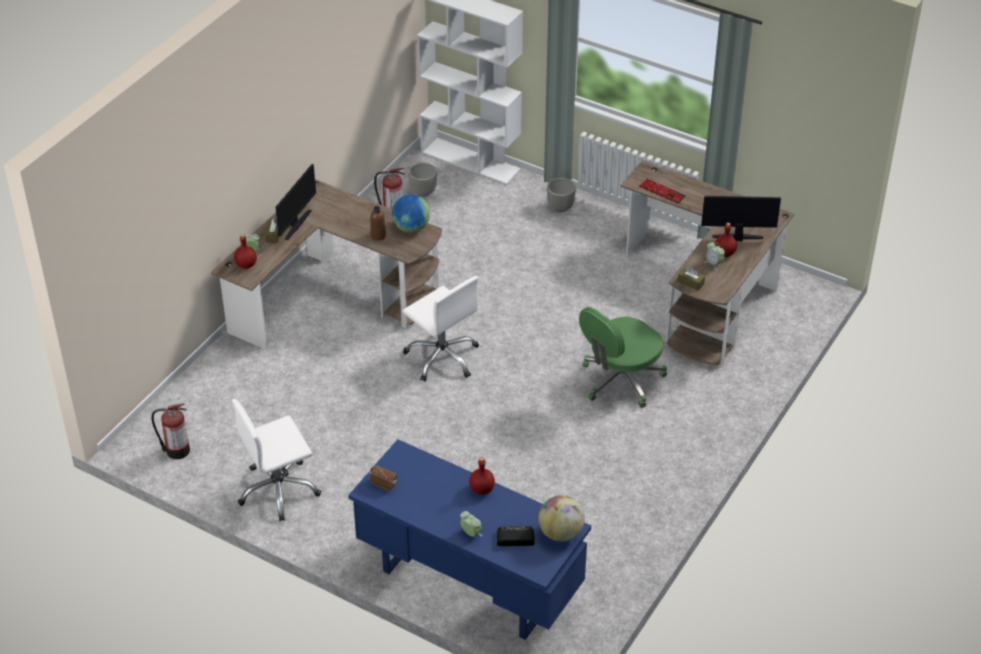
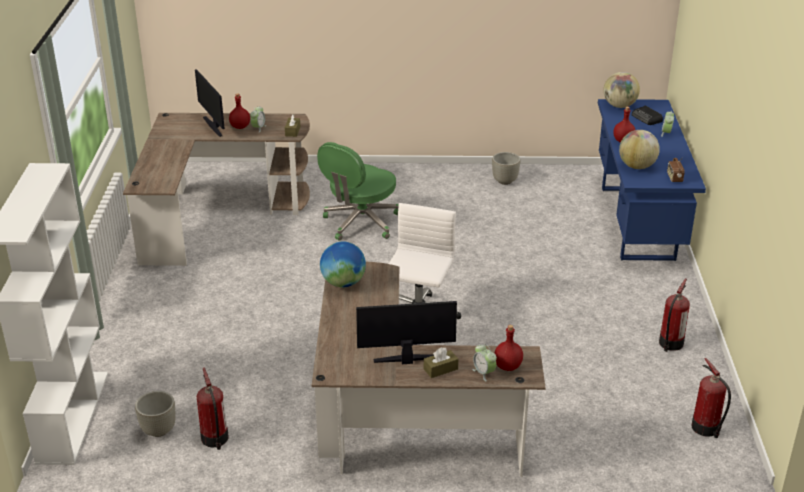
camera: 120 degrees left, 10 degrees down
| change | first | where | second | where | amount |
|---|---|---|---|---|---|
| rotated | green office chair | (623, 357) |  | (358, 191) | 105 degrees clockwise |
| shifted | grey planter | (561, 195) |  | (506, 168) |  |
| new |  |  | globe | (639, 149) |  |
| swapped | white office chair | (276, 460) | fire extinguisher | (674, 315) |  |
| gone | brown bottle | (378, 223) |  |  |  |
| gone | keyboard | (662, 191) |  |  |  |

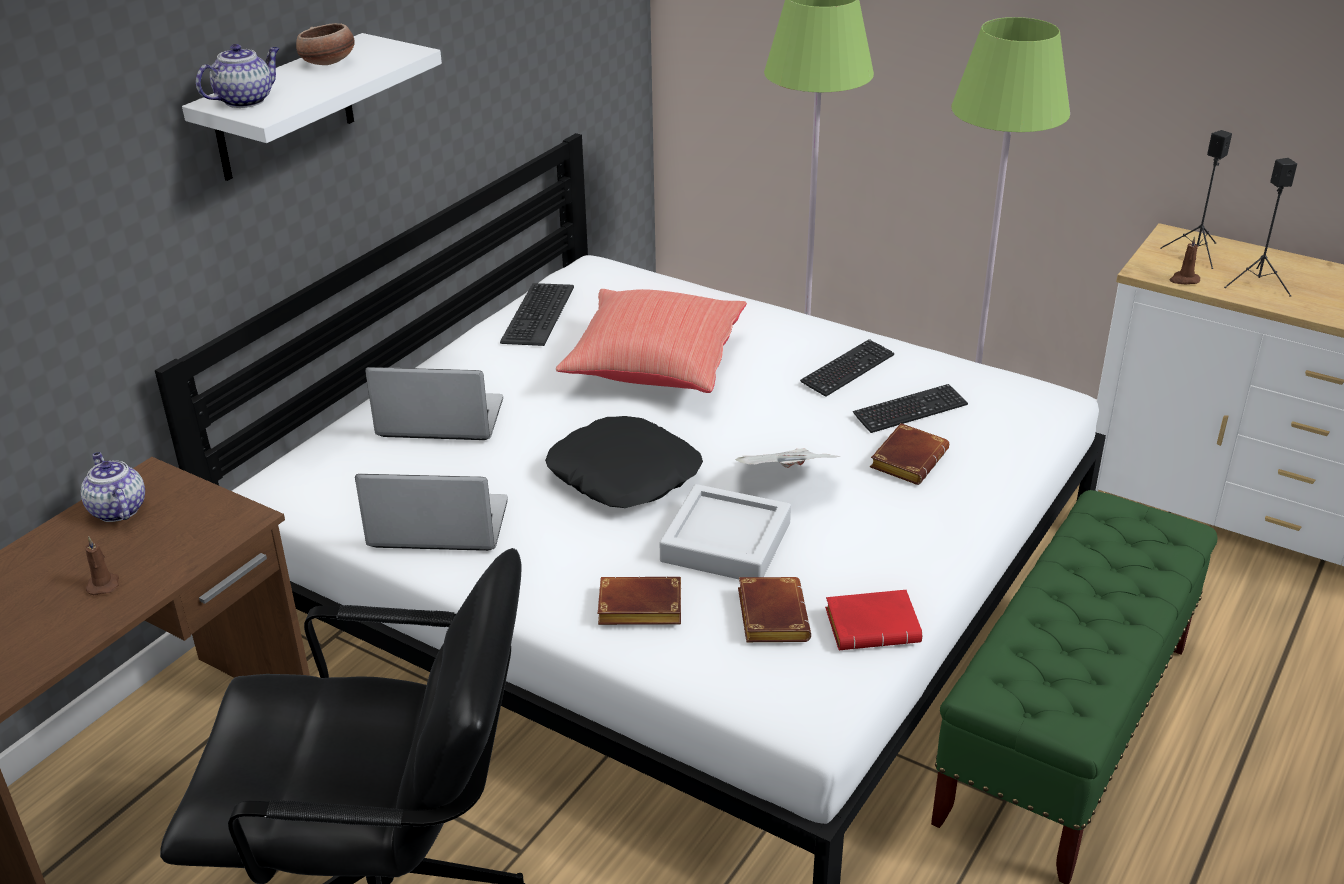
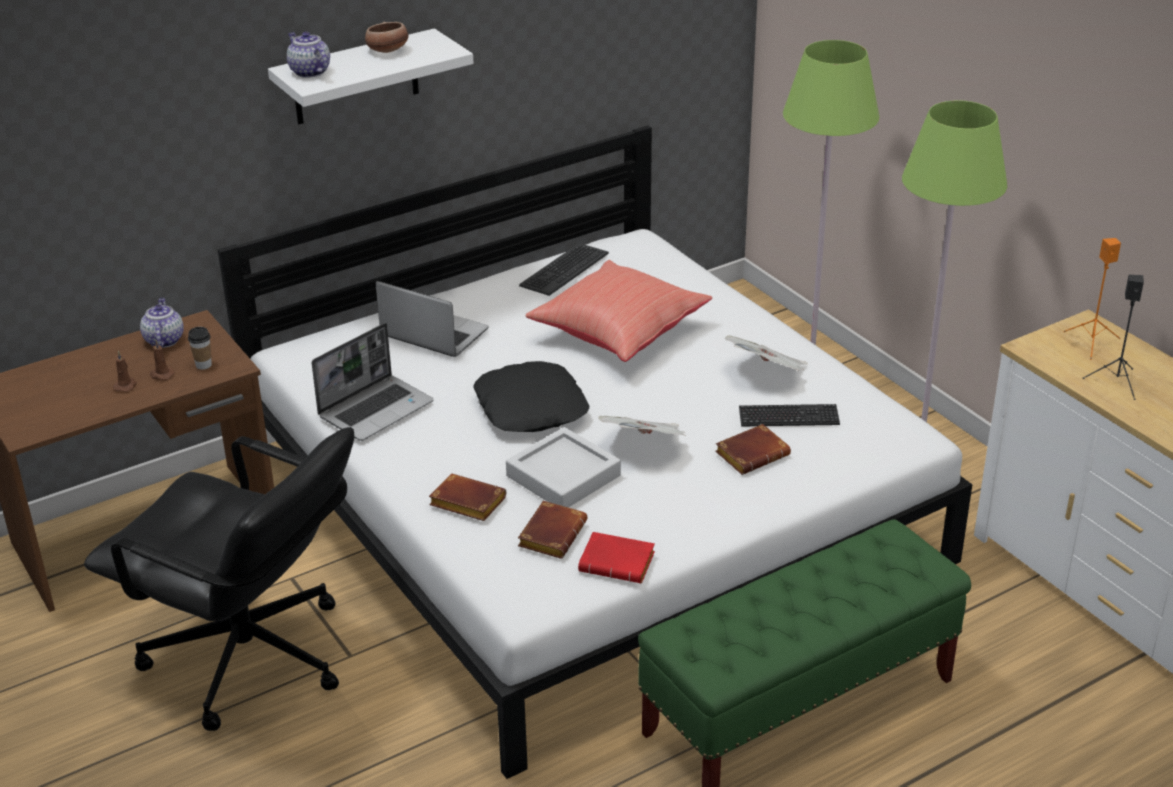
camera: 25 degrees right, 0 degrees up
| change | first | where | second | where | amount |
|---|---|---|---|---|---|
| shifted | brown candle | (1184, 260) |  | (162, 360) |  |
| new |  |  | cup | (200, 348) |  |
| rotated | teapot | (238, 76) |  | (308, 55) | 105 degrees counterclockwise |
| rotated | laptop | (431, 512) |  | (373, 382) | 105 degrees clockwise |
| swapped | keyboard | (847, 368) | newspaper | (766, 353) |  |
| repainted | black speaker | (1196, 199) | orange speaker | (1092, 299) |  |

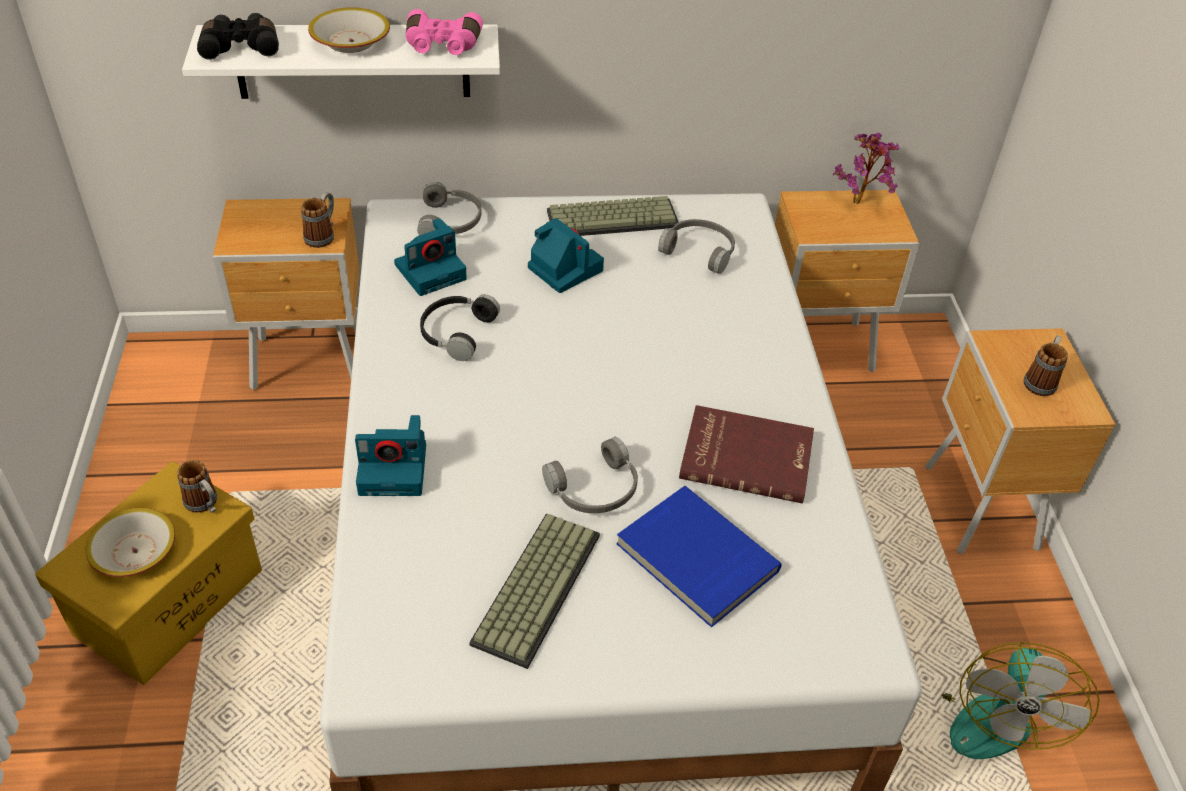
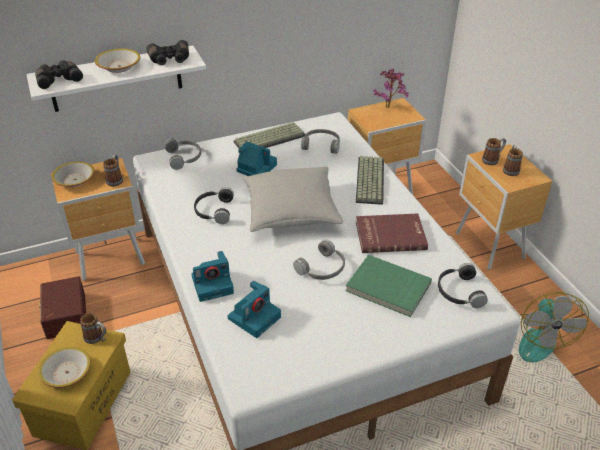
camera: 15 degrees left, 5 degrees down
| change | first | where | second | where | amount |
|---|---|---|---|---|---|
| new |  |  | brown storage box | (62, 307) |  |
| new |  |  | bowl | (73, 174) |  |
| repainted | pink binoculars | (444, 32) | black binoculars | (168, 52) |  |
| shifted | photo camera | (430, 257) |  | (254, 309) |  |
| new |  |  | grey pillow | (293, 199) |  |
| repainted | blue book | (699, 556) | green book | (389, 286) |  |
| shifted | keyboard | (534, 591) |  | (370, 180) |  |
| new |  |  | black headphones | (463, 285) |  |
| new |  |  | mug | (494, 151) |  |

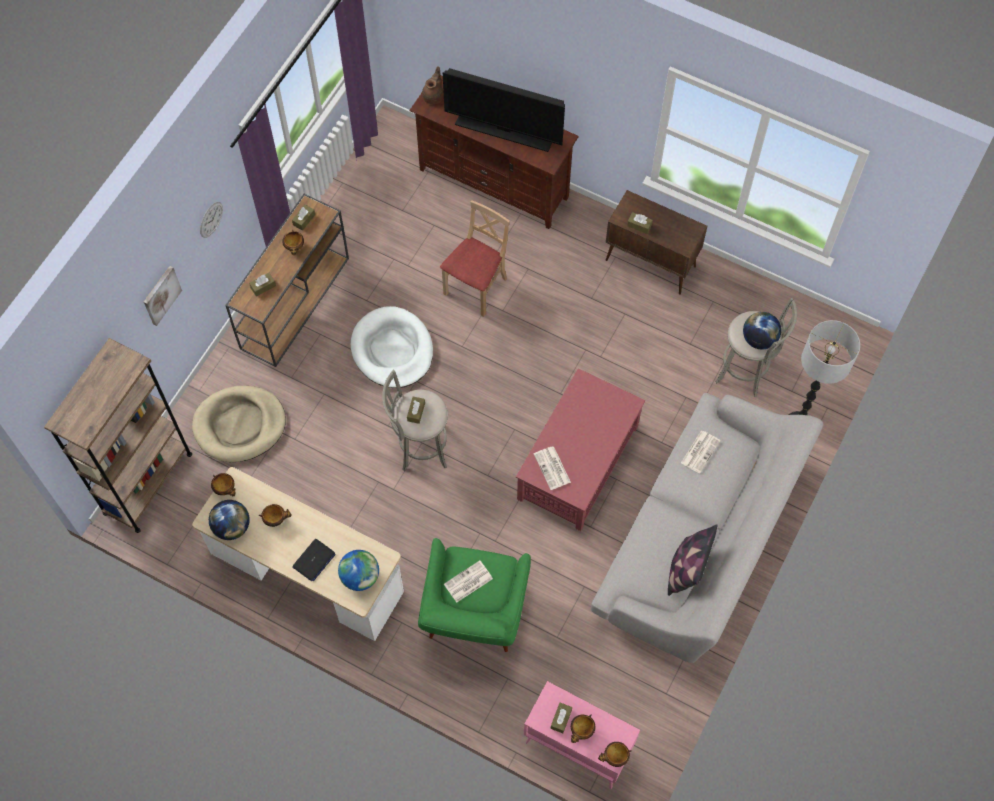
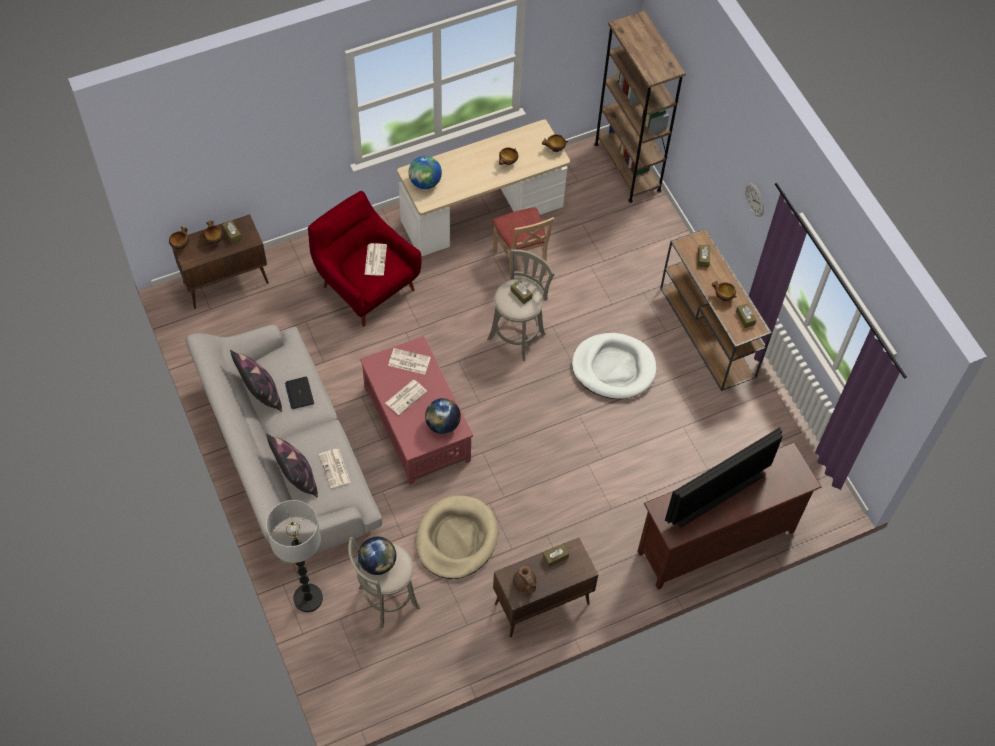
camera: 125 degrees right, 5 degrees down
| change | first | where | second | where | amount |
|---|---|---|---|---|---|
| repainted | pink cabinet | (582, 735) | brown cabinet | (220, 261) |  |
| new |  |  | pillow | (292, 465) |  |
| shifted | laptop | (314, 560) |  | (299, 393) |  |
| repainted | green armchair | (474, 595) | red armchair | (365, 259) |  |
| new |  |  | newspaper | (406, 397) |  |
| shifted | beige dog bed | (239, 424) |  | (457, 537) |  |
| shifted | globe | (229, 520) |  | (443, 416) |  |
| shifted | beige chair | (475, 259) |  | (523, 242) |  |
| shifted | brown teapot | (433, 85) |  | (524, 579) |  |
| gone | picture | (163, 296) |  |  |  |

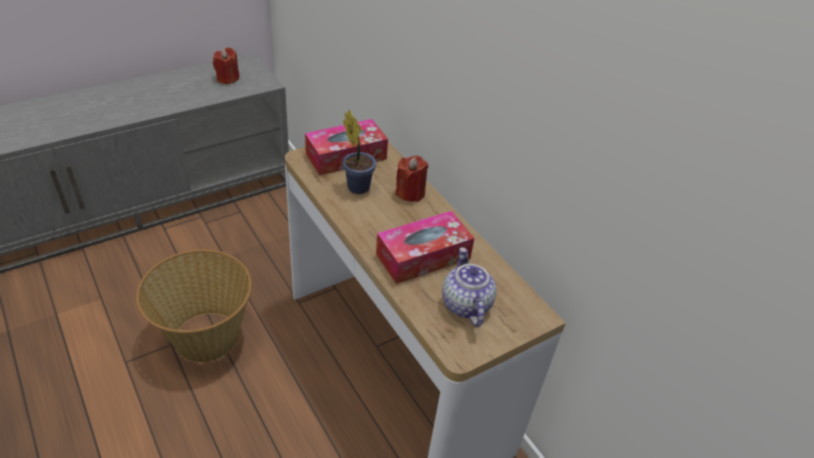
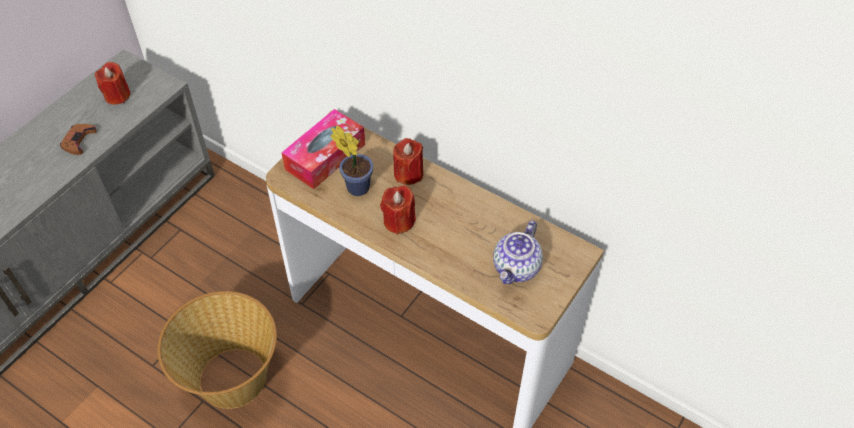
camera: 20 degrees left, 10 degrees up
| change | first | where | second | where | amount |
|---|---|---|---|---|---|
| new |  |  | brown game controller | (78, 139) |  |
| new |  |  | red candle | (398, 210) |  |
| rotated | teapot | (469, 287) |  | (518, 252) | 120 degrees counterclockwise |
| gone | tissue box | (425, 247) |  |  |  |

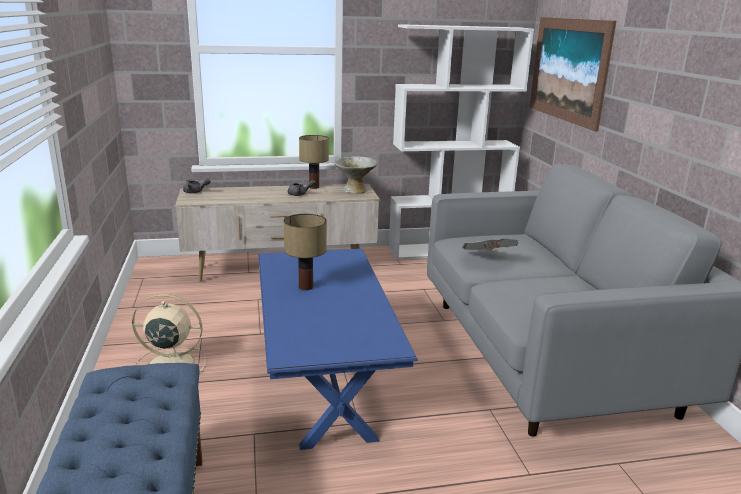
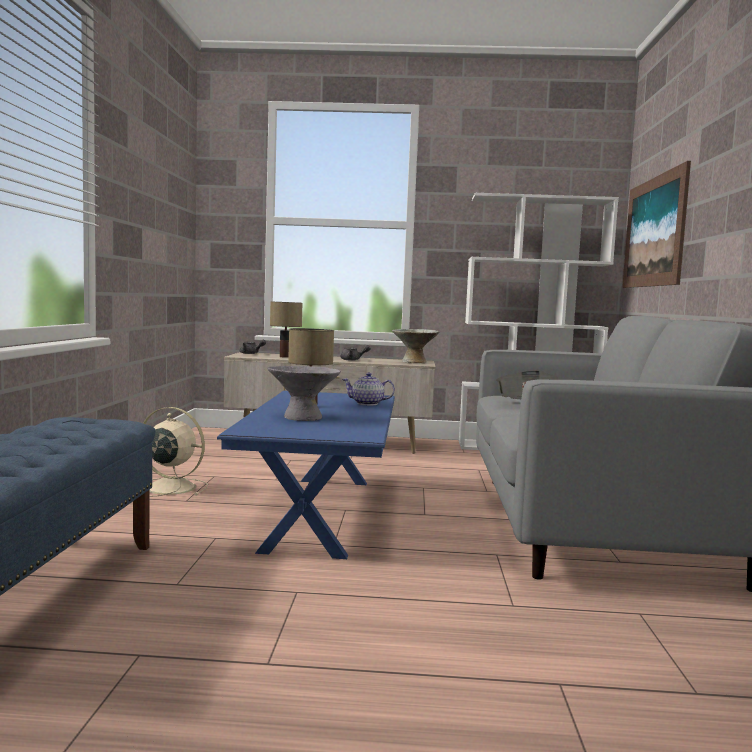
camera: 15 degrees right, 15 degrees down
| change | first | where | second | where | amount |
|---|---|---|---|---|---|
| new |  |  | grey bowl | (304, 393) |  |
| shifted | table lamp | (314, 162) |  | (286, 330) |  |
| new |  |  | teapot | (368, 389) |  |

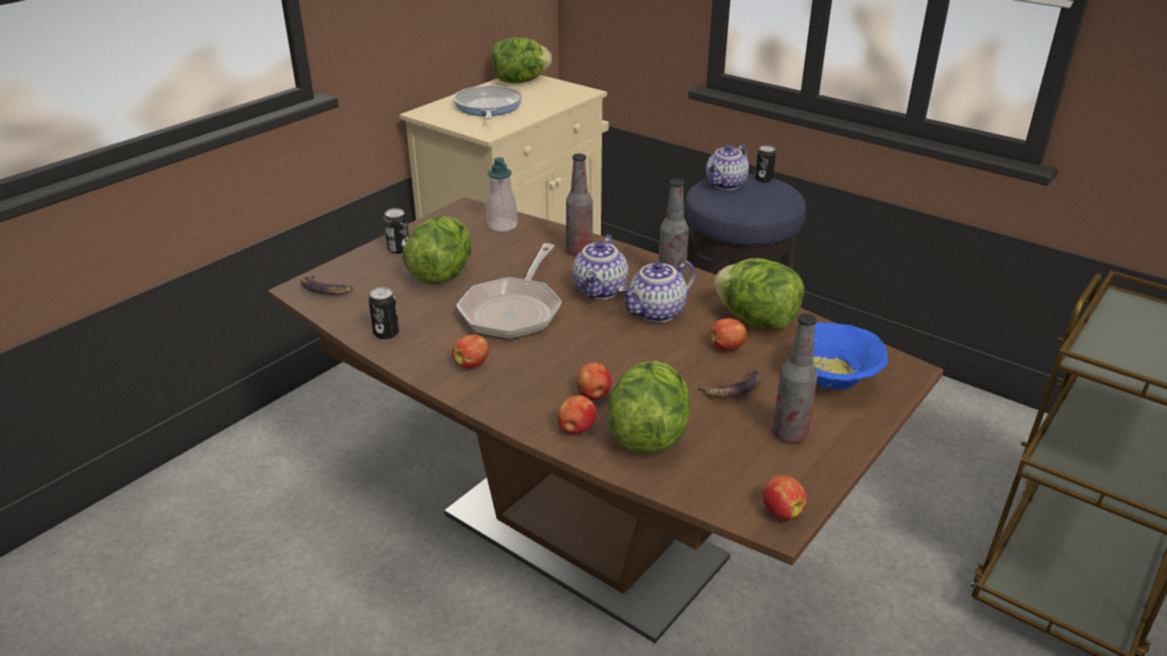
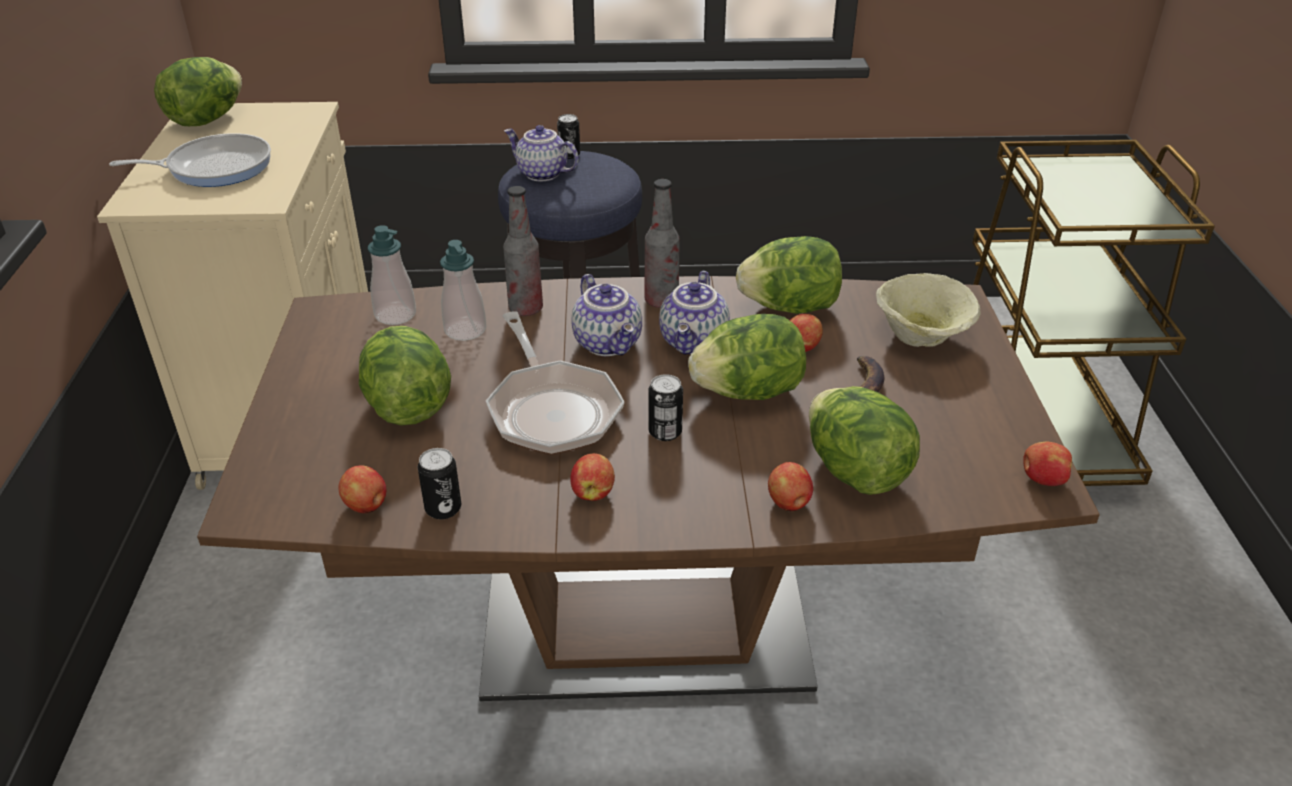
camera: 40 degrees left, 5 degrees up
| change | first | where | second | where | amount |
|---|---|---|---|---|---|
| rotated | frying pan | (487, 102) |  | (190, 160) | 120 degrees clockwise |
| shifted | apple | (594, 381) |  | (362, 489) |  |
| new |  |  | soap dispenser | (463, 290) |  |
| rotated | teapot | (727, 167) |  | (541, 153) | 120 degrees clockwise |
| shifted | can | (396, 231) |  | (665, 407) |  |
| new |  |  | lettuce | (747, 357) |  |
| repainted | blue bowl | (840, 356) | beige bowl | (928, 310) |  |
| gone | banana | (327, 285) |  |  |  |
| gone | bottle | (795, 378) |  |  |  |

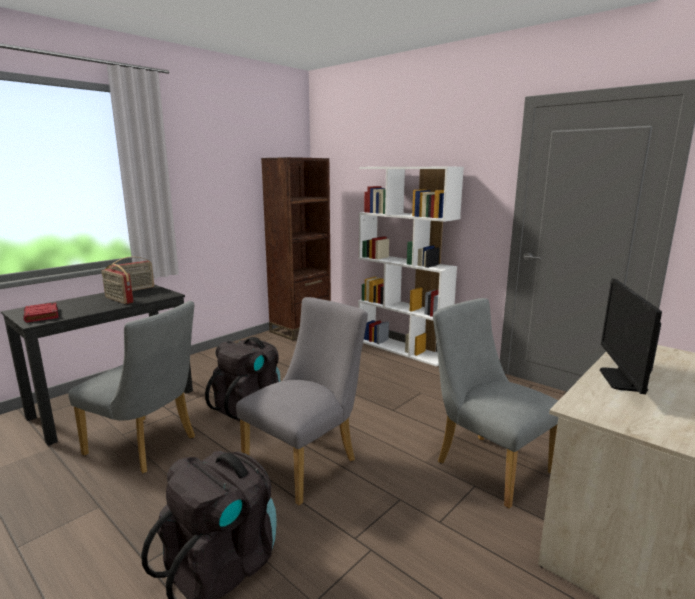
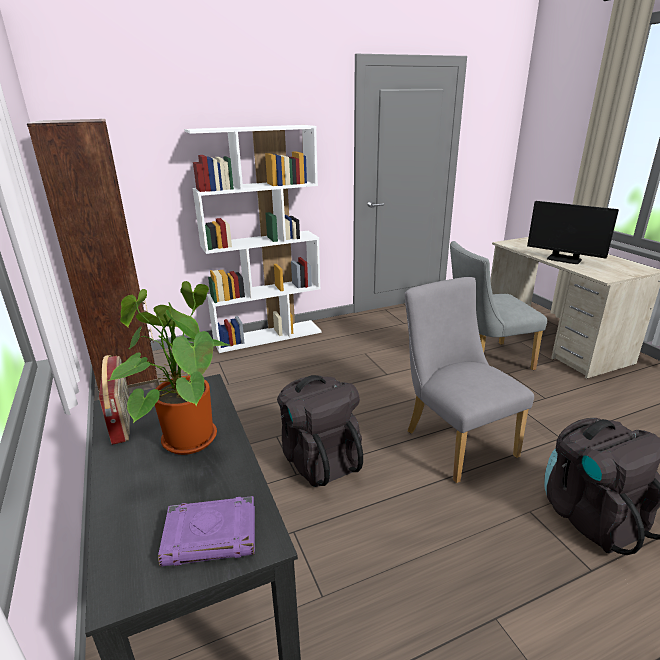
camera: 65 degrees left, 10 degrees up
| change | first | where | second | where | amount |
|---|---|---|---|---|---|
| swapped | radio | (118, 284) | potted plant | (168, 368) |  |
| repainted | red book | (41, 312) | purple book | (206, 531) |  |
| gone | grey chair | (131, 387) |  |  |  |

